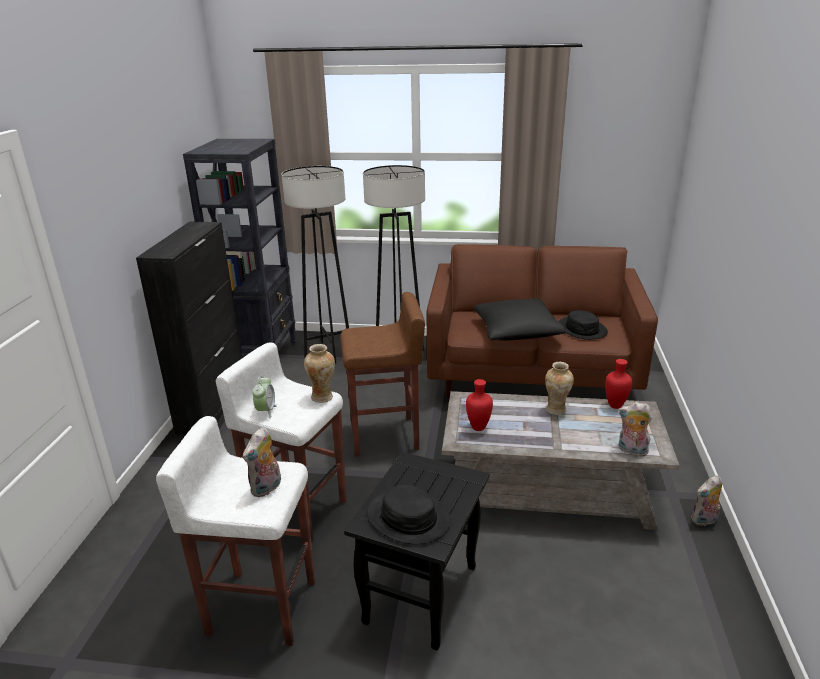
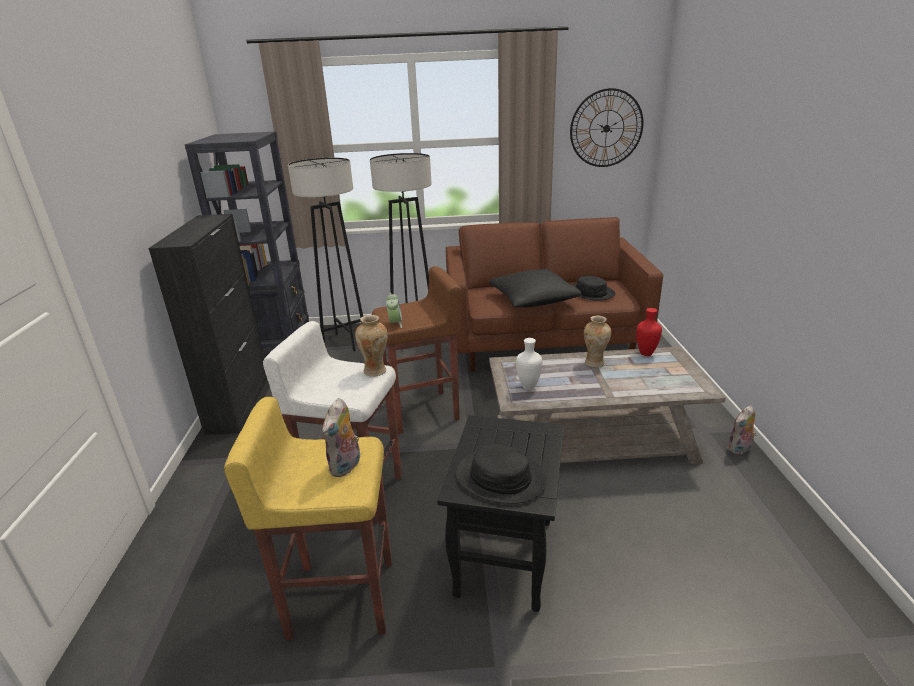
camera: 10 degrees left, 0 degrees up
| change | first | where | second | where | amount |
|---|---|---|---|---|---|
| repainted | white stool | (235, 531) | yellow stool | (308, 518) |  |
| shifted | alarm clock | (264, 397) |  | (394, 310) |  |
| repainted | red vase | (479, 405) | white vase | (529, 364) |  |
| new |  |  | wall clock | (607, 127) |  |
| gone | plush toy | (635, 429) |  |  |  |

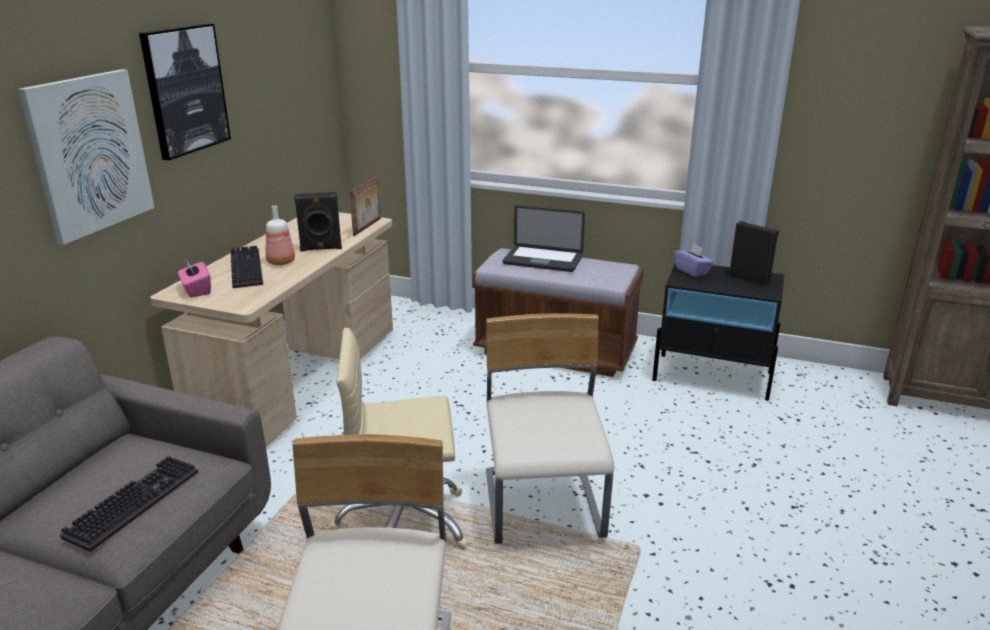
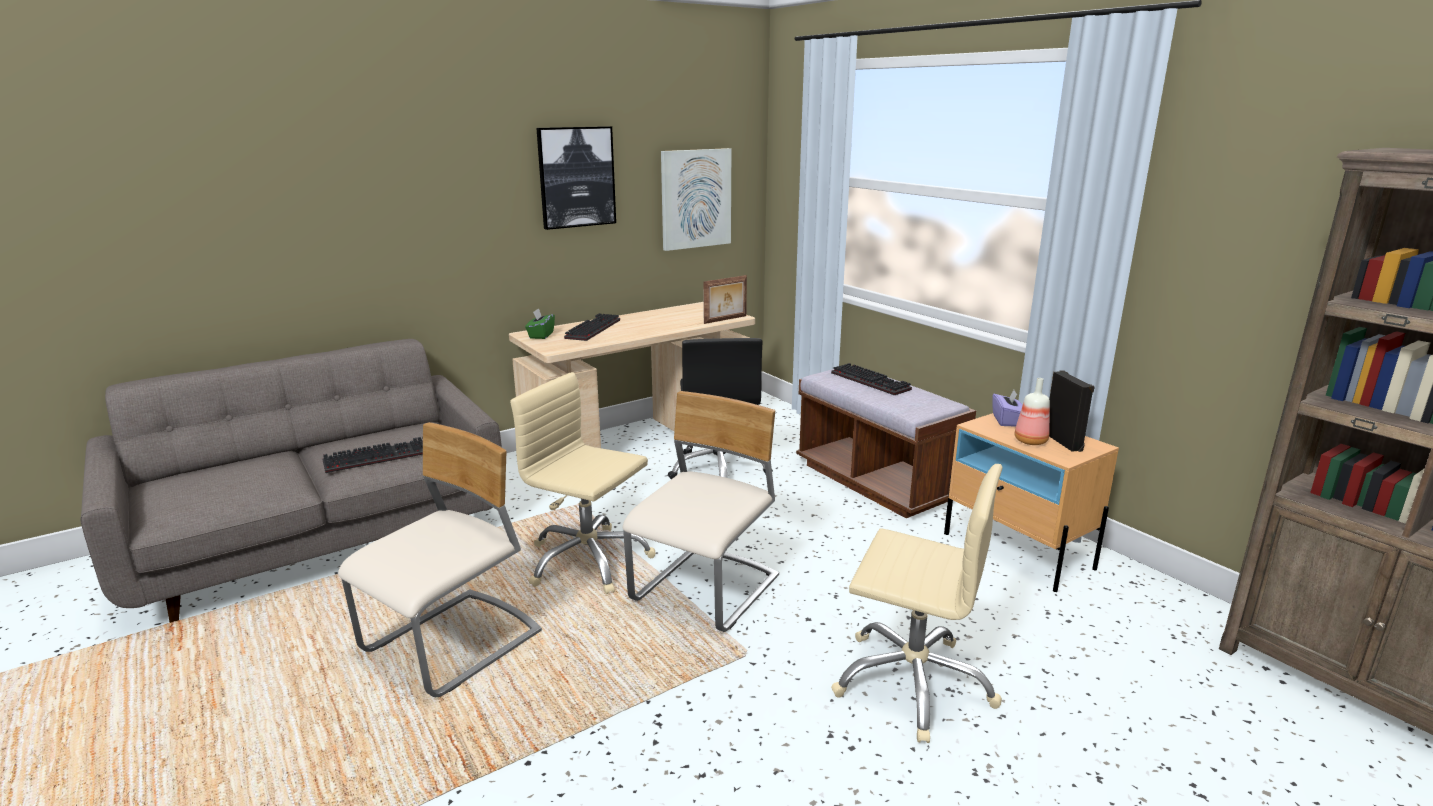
camera: 35 degrees right, 5 degrees down
| change | first | where | second | where | amount |
|---|---|---|---|---|---|
| repainted | pink tissue box | (194, 278) | green tissue box | (540, 323) |  |
| shifted | picture | (86, 157) |  | (696, 199) |  |
| new |  |  | black office chair | (720, 408) |  |
| swapped | laptop | (544, 239) | keyboard | (871, 379) |  |
| new |  |  | beige office chair | (917, 603) |  |
| repainted | black nightstand | (718, 332) | beige nightstand | (1031, 502) |  |
| shifted | bottle | (280, 235) |  | (1032, 411) |  |
| gone | black speaker | (318, 221) |  |  |  |

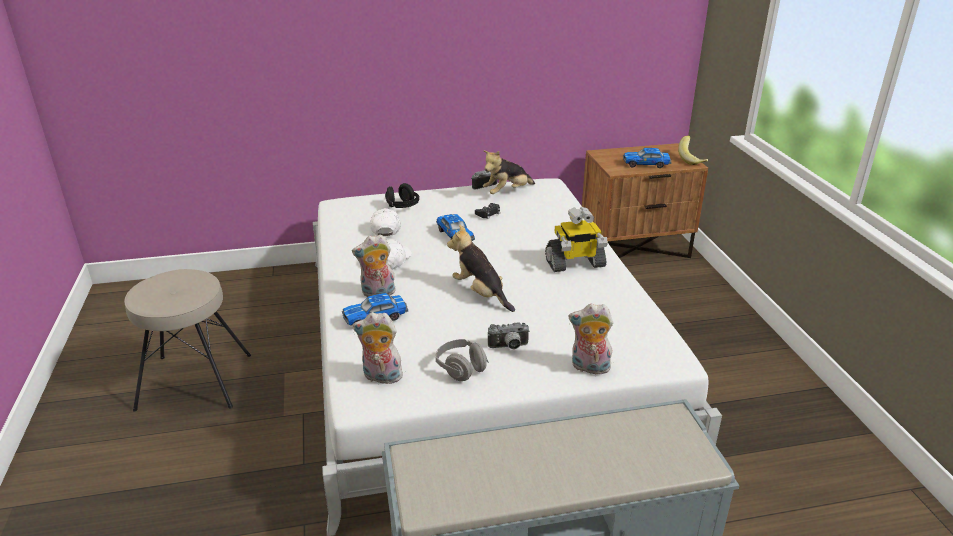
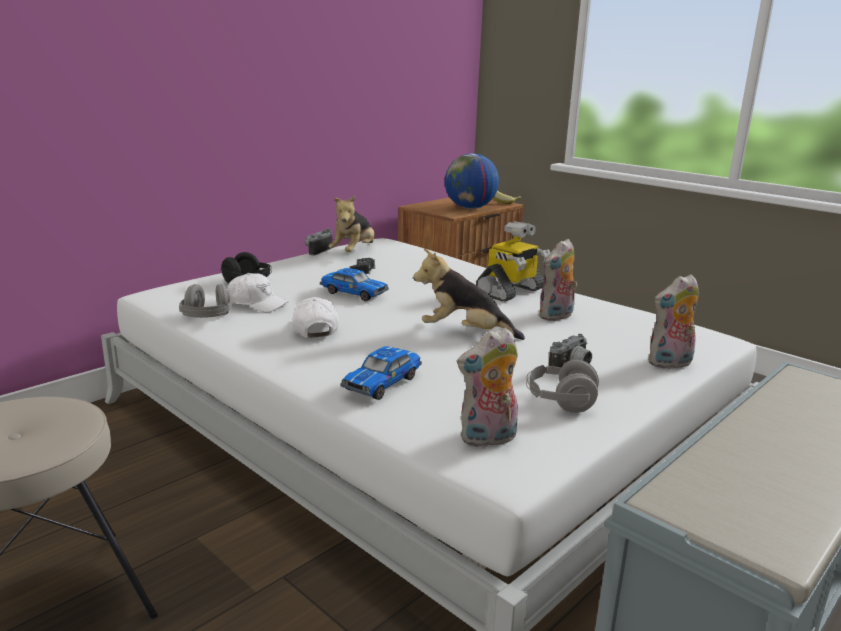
camera: 35 degrees left, 10 degrees down
| change | first | where | second | where | amount |
|---|---|---|---|---|---|
| new |  |  | grey headphones | (205, 301) |  |
| rotated | white cap | (385, 222) |  | (258, 293) | 150 degrees clockwise |
| swapped | toy car | (647, 158) | globe | (472, 181) |  |
| shifted | plush toy | (374, 265) |  | (558, 280) |  |

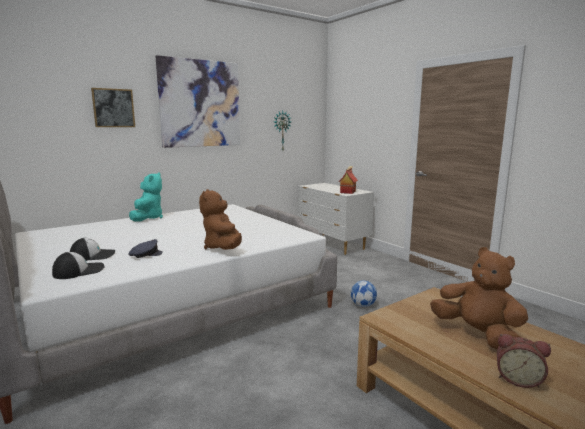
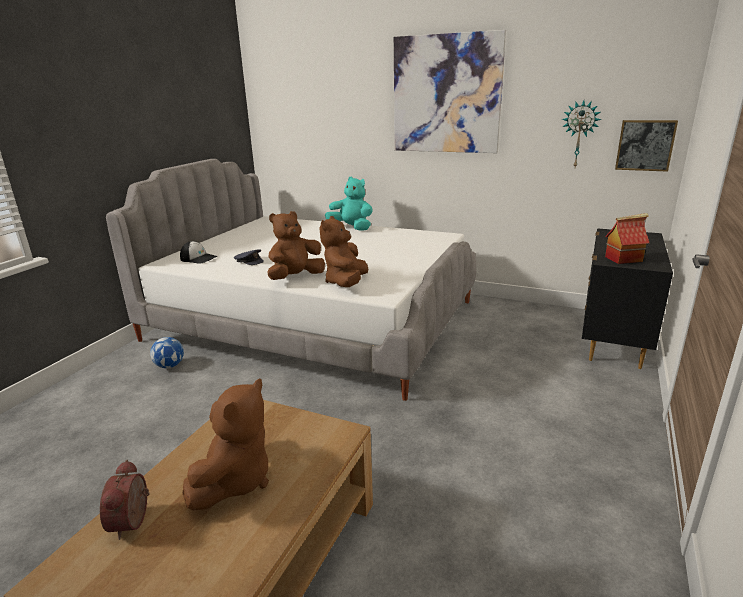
camera: 60 degrees right, 10 degrees up
| change | first | where | second | where | amount |
|---|---|---|---|---|---|
| shifted | football | (364, 294) |  | (167, 352) |  |
| new |  |  | brown plush toy | (343, 251) |  |
| rotated | turquoise plush toy | (146, 197) |  | (349, 203) | 120 degrees counterclockwise |
| repainted | white dresser | (336, 219) | black dresser | (627, 298) |  |
| shifted | picture | (113, 107) |  | (646, 146) |  |
| gone | cap | (92, 249) |  |  |  |

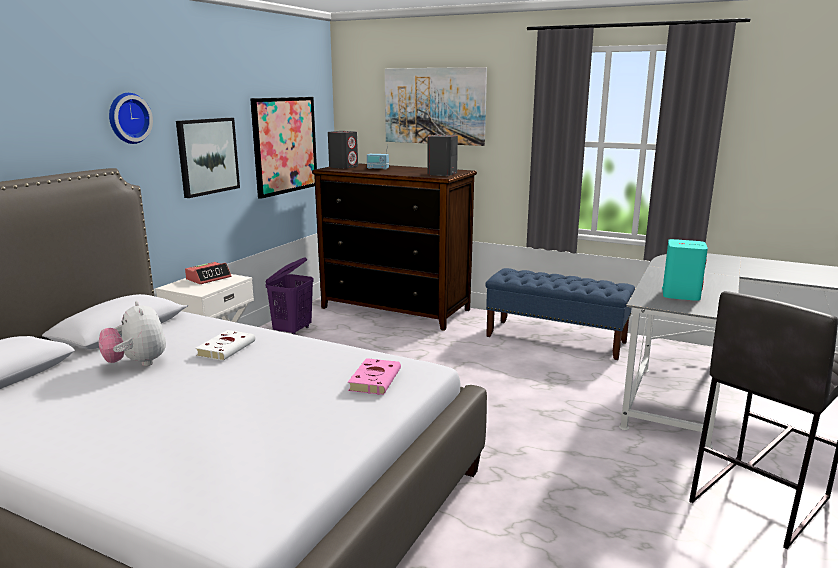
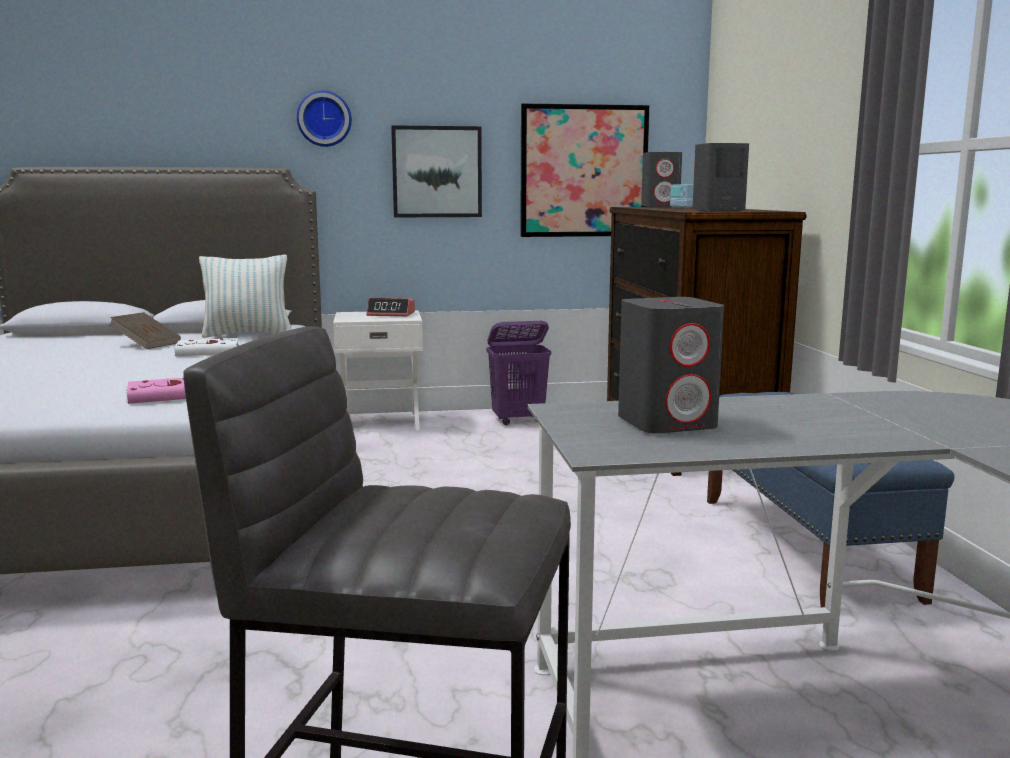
camera: 55 degrees right, 5 degrees down
| change | first | where | second | where | amount |
|---|---|---|---|---|---|
| swapped | plush toy | (132, 333) | brown book | (145, 330) |  |
| new |  |  | pillow | (245, 296) |  |
| repainted | turquoise speaker | (685, 270) | grey speaker | (671, 365) |  |
| gone | picture | (436, 106) |  |  |  |

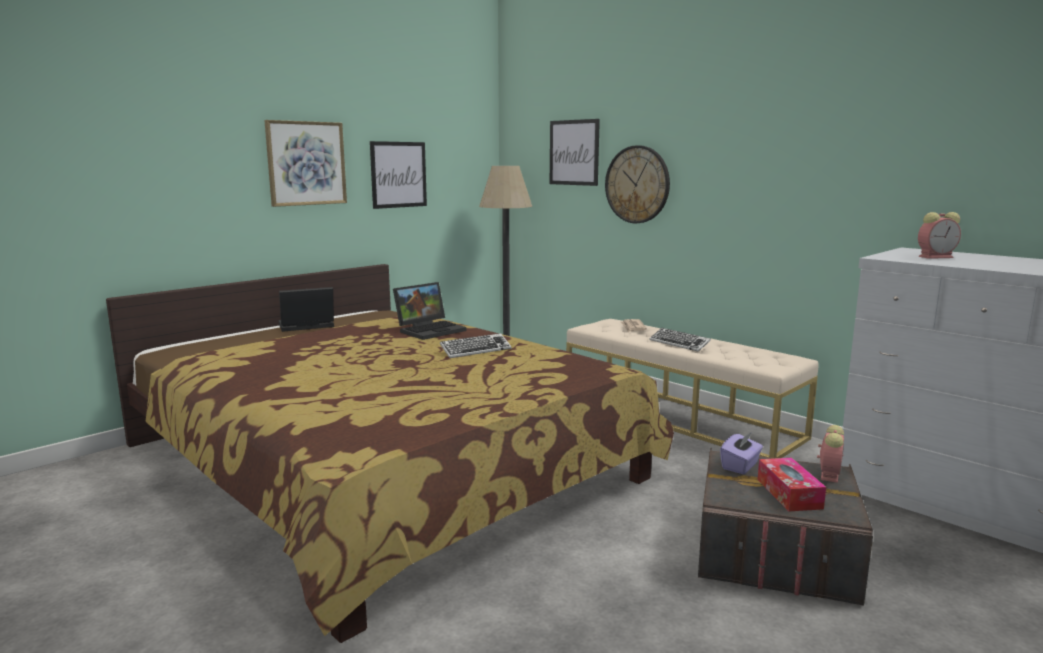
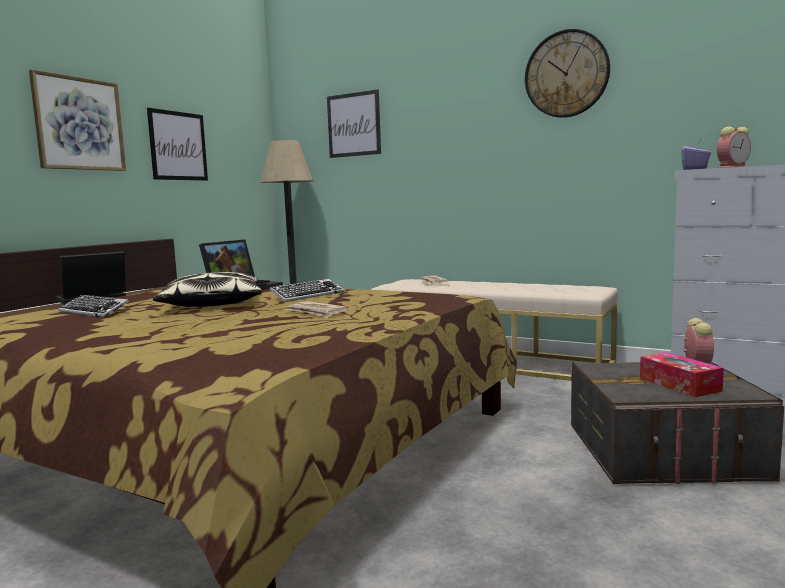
camera: 15 degrees left, 5 degrees down
| change | first | where | second | where | amount |
|---|---|---|---|---|---|
| shifted | keyboard | (680, 340) |  | (93, 306) |  |
| new |  |  | pillow | (207, 289) |  |
| new |  |  | newspaper | (317, 309) |  |
| shifted | wall clock | (637, 184) |  | (567, 73) |  |
| shifted | purple tissue box | (741, 453) |  | (696, 154) |  |

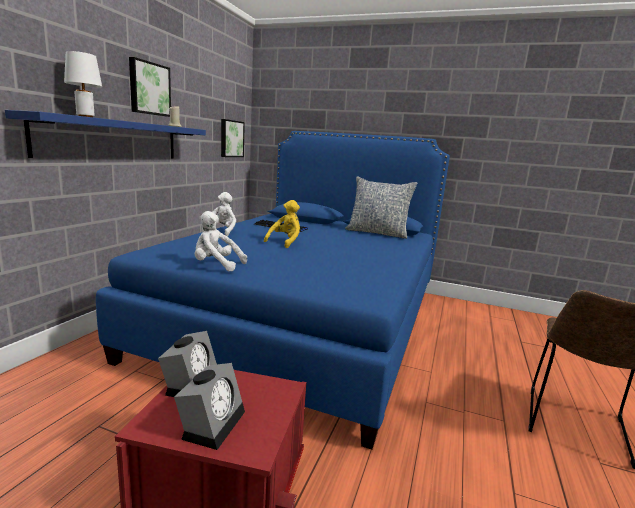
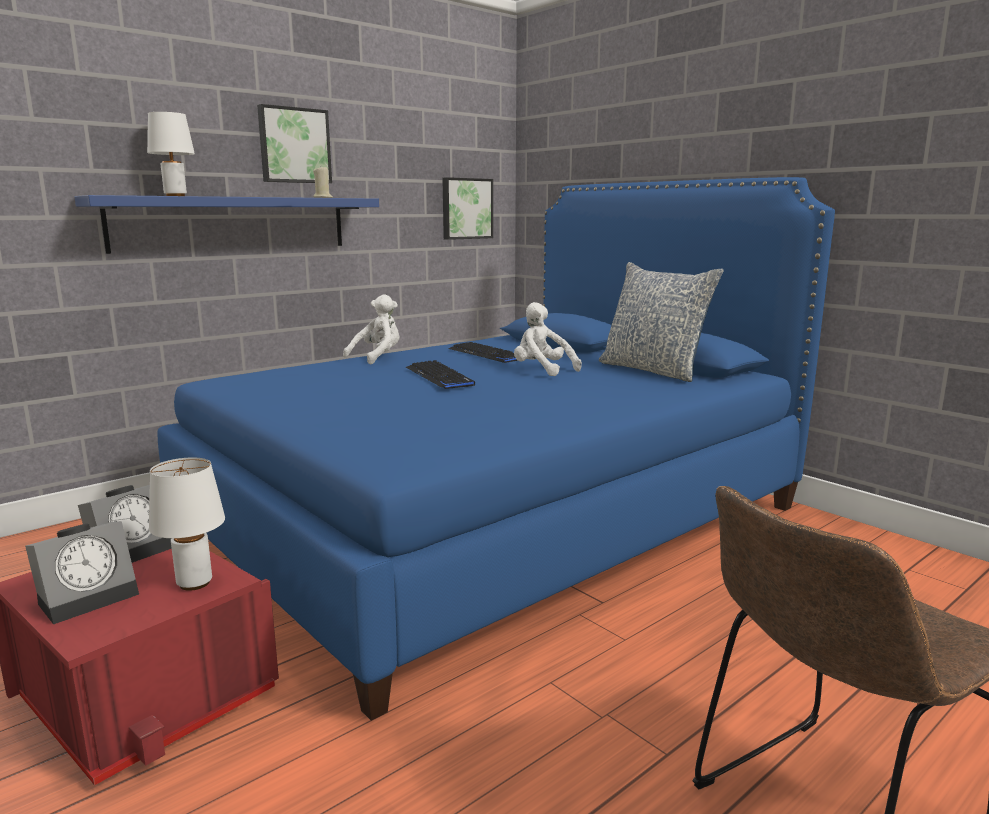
camera: 30 degrees right, 0 degrees up
| change | first | where | second | where | amount |
|---|---|---|---|---|---|
| new |  |  | white table lamp | (187, 524) |  |
| swapped | yellow plush toy | (282, 224) | keyboard | (440, 374) |  |
| shifted | white plush toy | (221, 241) |  | (548, 339) |  |

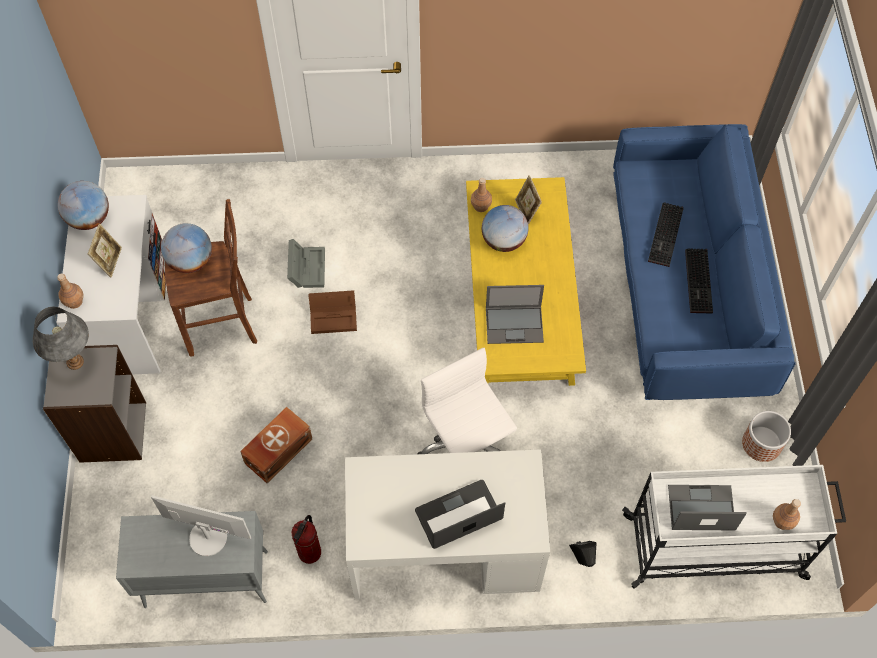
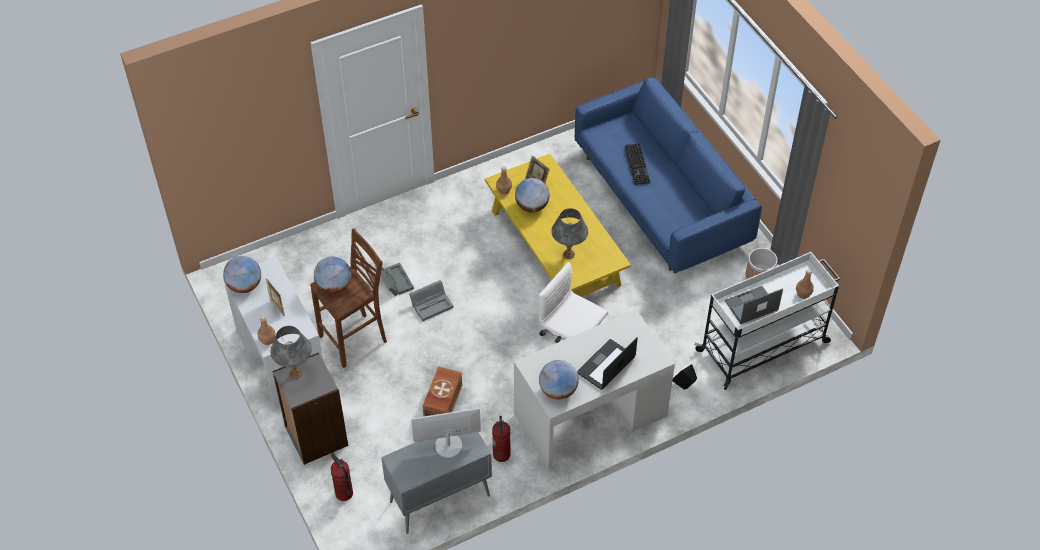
camera: 25 degrees left, 10 degrees down
| change | first | where | second | where | amount |
|---|---|---|---|---|---|
| new |  |  | fire extinguisher | (341, 476) |  |
| repainted | brown storage box | (333, 312) | grey storage box | (431, 301) |  |
| new |  |  | globe | (559, 380) |  |
| swapped | laptop | (515, 314) | grey table lamp | (569, 233) |  |
| gone | keyboard | (699, 281) |  |  |  |

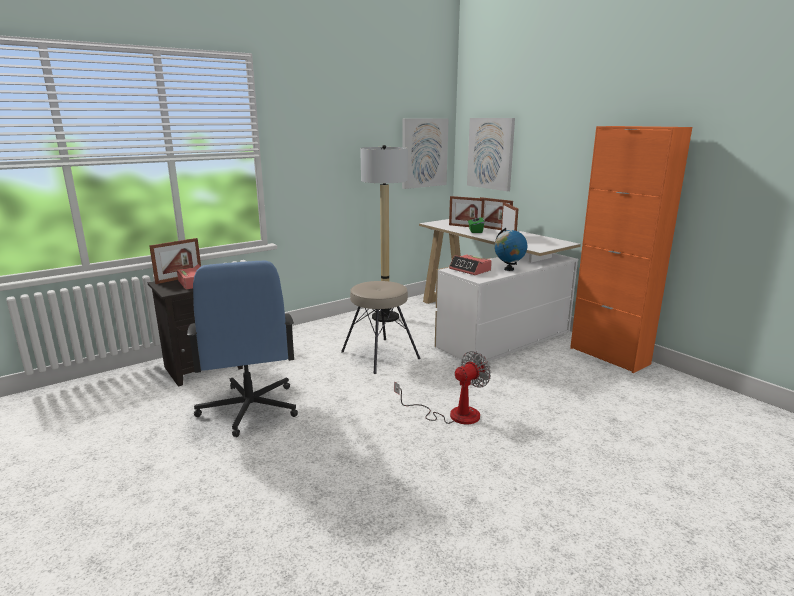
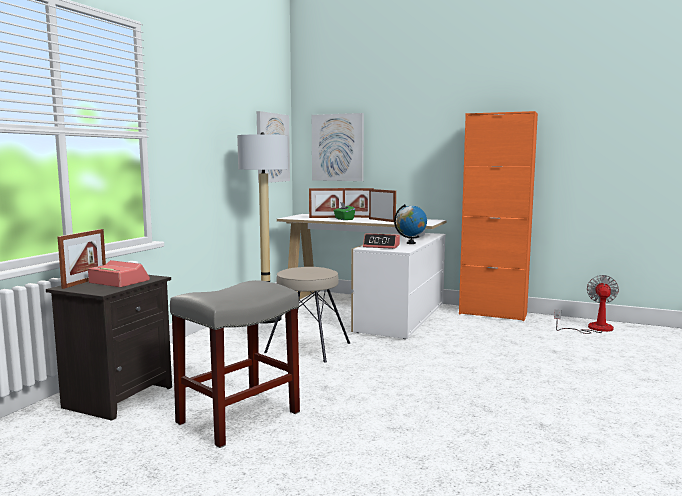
camera: 30 degrees left, 10 degrees down
| change | first | where | second | where | amount |
|---|---|---|---|---|---|
| swapped | blue office chair | (242, 349) | grey stool | (235, 364) |  |
| shifted | fan | (442, 388) |  | (586, 304) |  |

